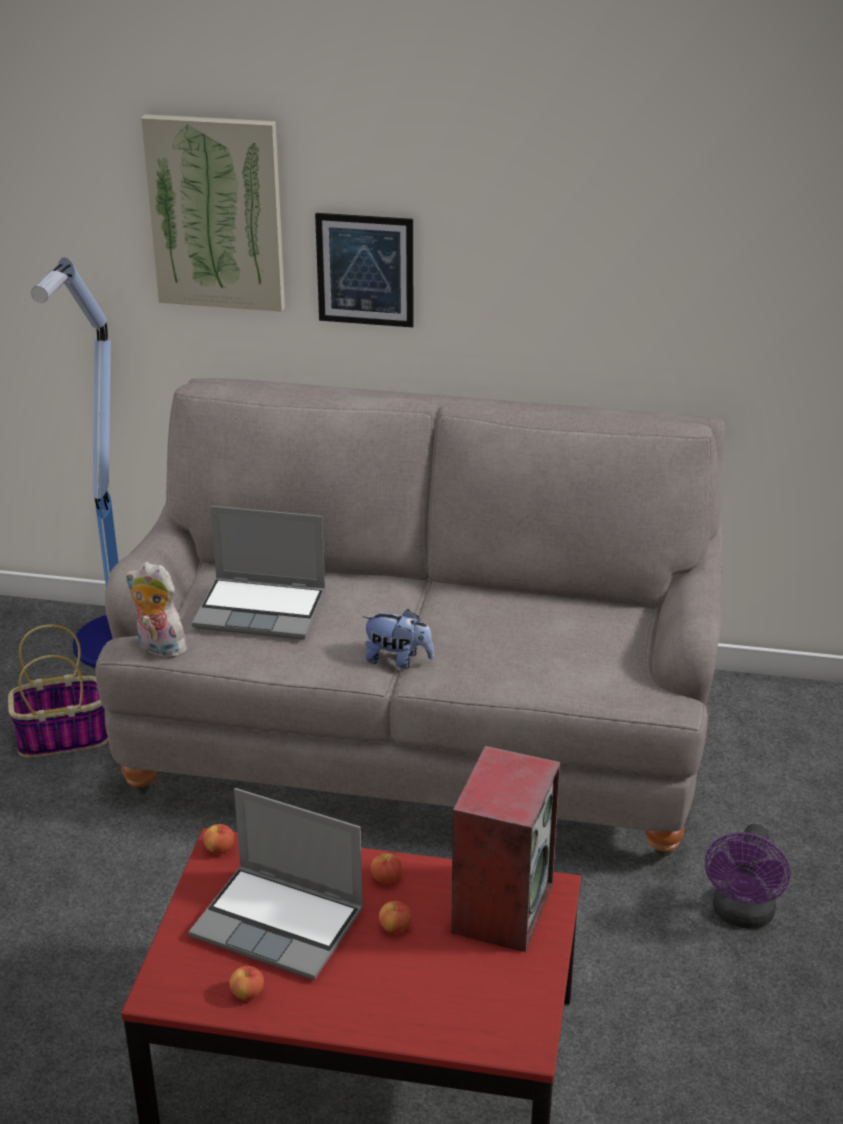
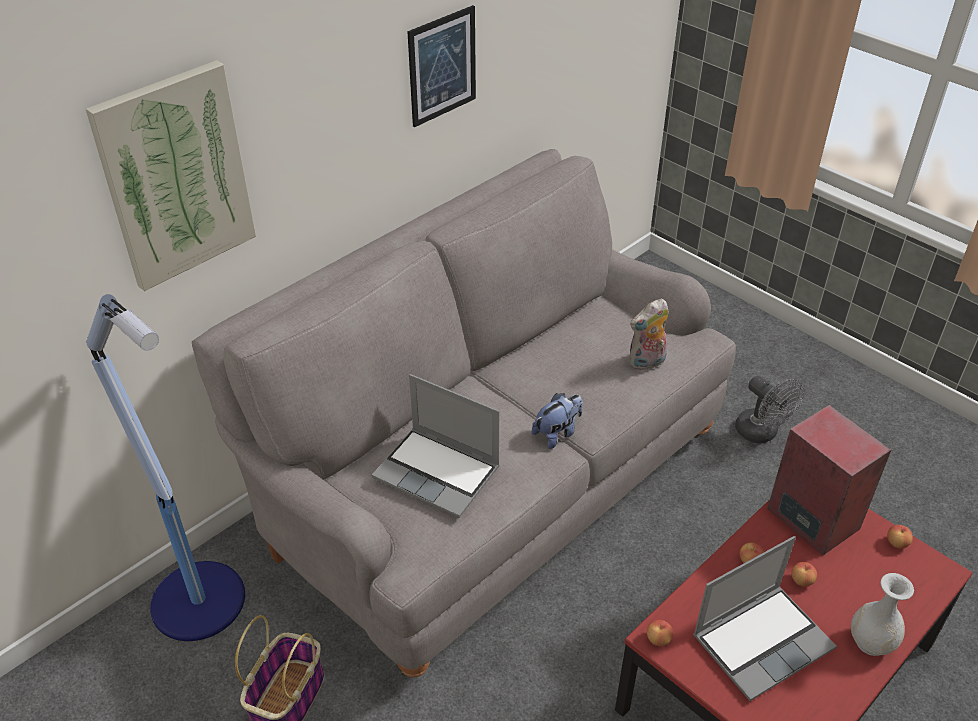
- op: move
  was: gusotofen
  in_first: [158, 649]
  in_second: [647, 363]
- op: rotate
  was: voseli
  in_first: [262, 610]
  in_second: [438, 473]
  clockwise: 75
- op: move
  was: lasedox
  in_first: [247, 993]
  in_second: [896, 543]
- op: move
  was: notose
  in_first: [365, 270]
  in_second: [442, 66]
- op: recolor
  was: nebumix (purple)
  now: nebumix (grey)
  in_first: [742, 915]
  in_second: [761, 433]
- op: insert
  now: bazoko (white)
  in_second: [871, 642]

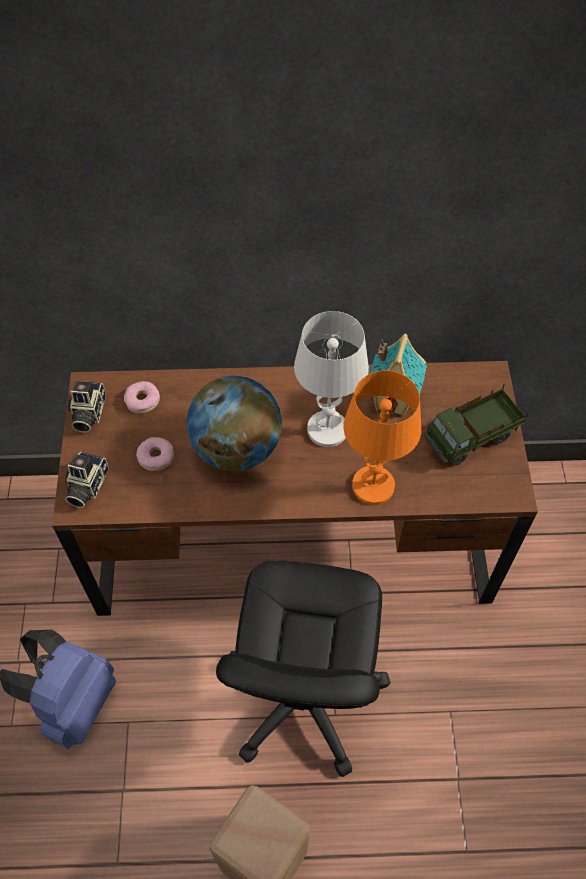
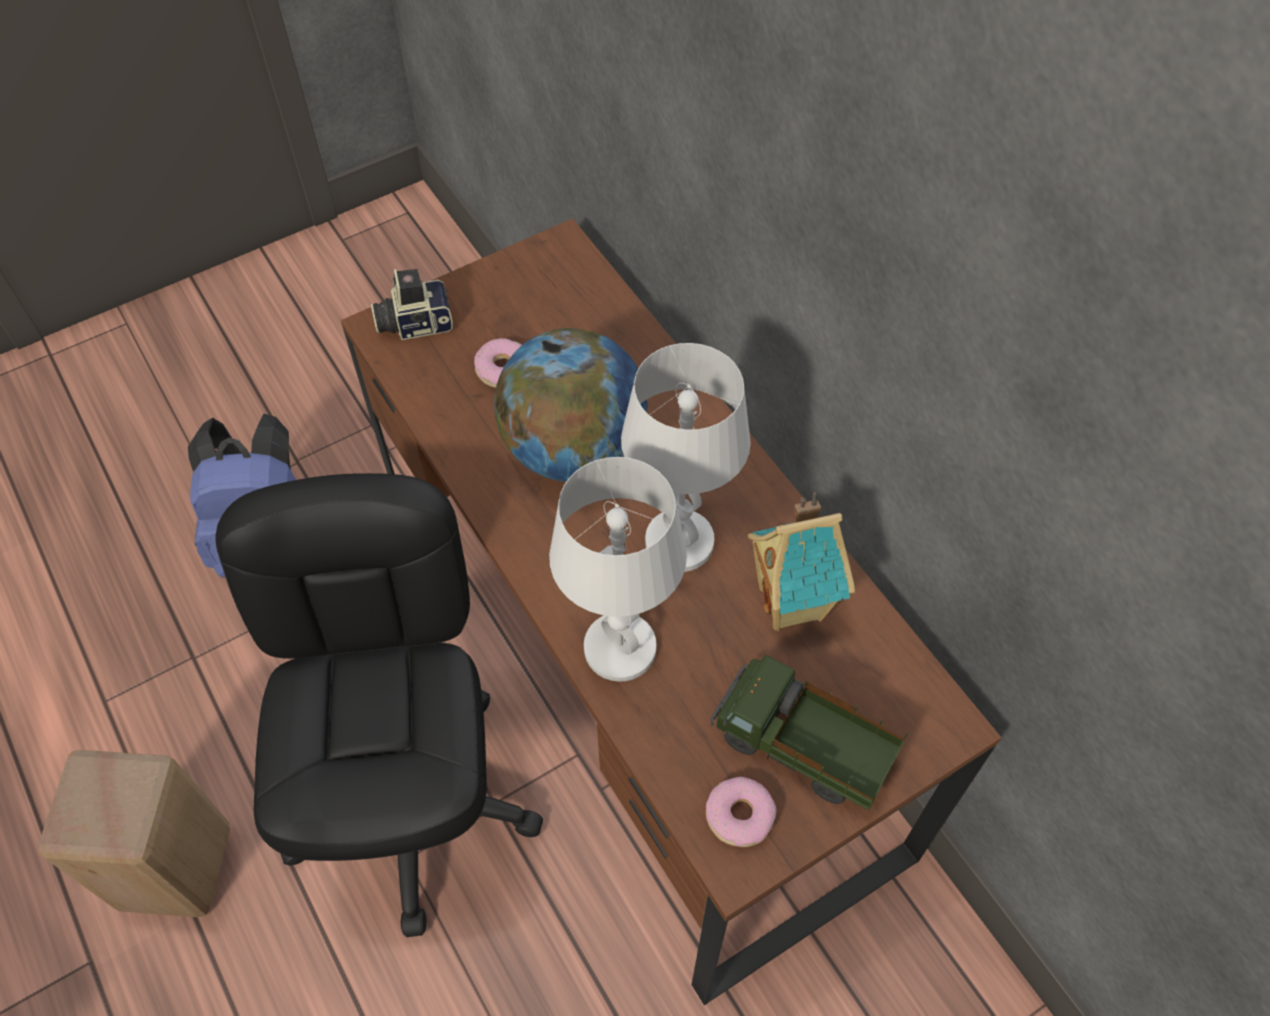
- op: delete
  was: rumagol
  in_first: [87, 413]
- op: move
  was: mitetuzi
  in_first: [142, 401]
  in_second: [739, 816]
- op: rotate
  was: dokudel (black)
  in_first: [303, 696]
  in_second: [414, 802]
  clockwise: 105
- op: recolor
  was: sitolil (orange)
  now: sitolil (white)
  in_first: [373, 486]
  in_second: [619, 648]

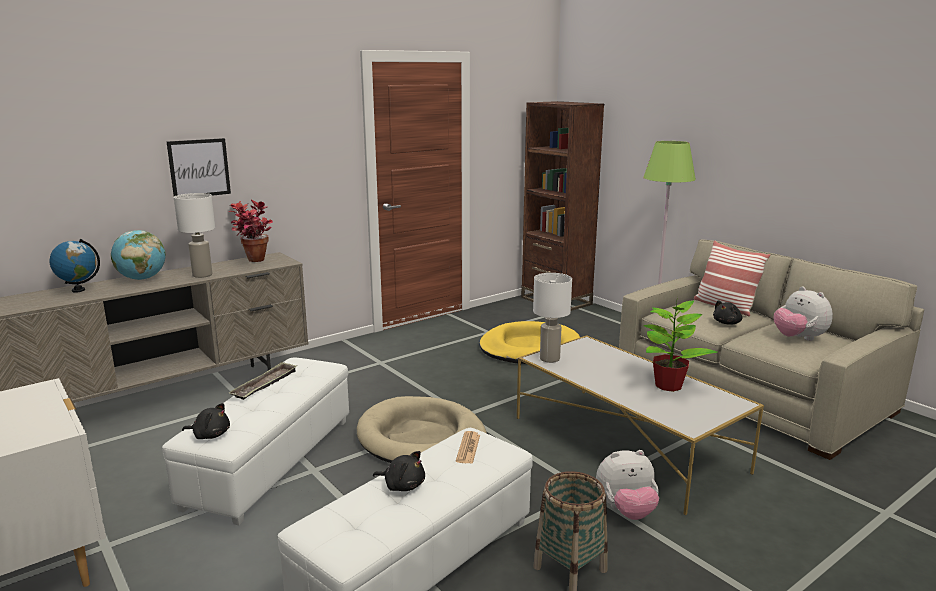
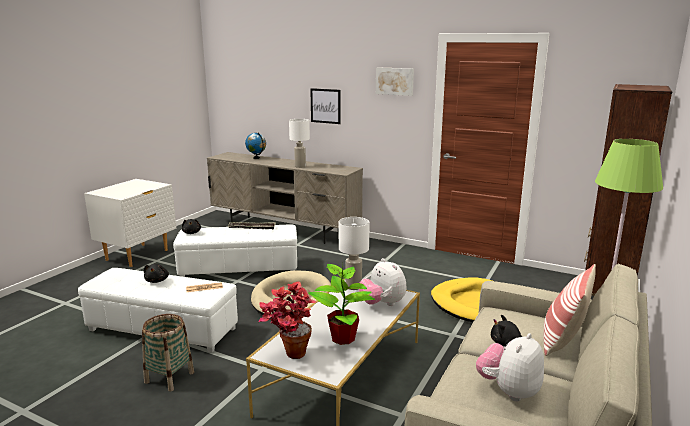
- op: delete
  was: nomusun
  in_first: [142, 279]
- op: move
  was: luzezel
  in_first: [254, 262]
  in_second: [288, 355]
- op: move
  was: gusotofen
  in_first: [626, 511]
  in_second: [382, 304]
- op: insert
  now: notose
  in_second: [395, 81]

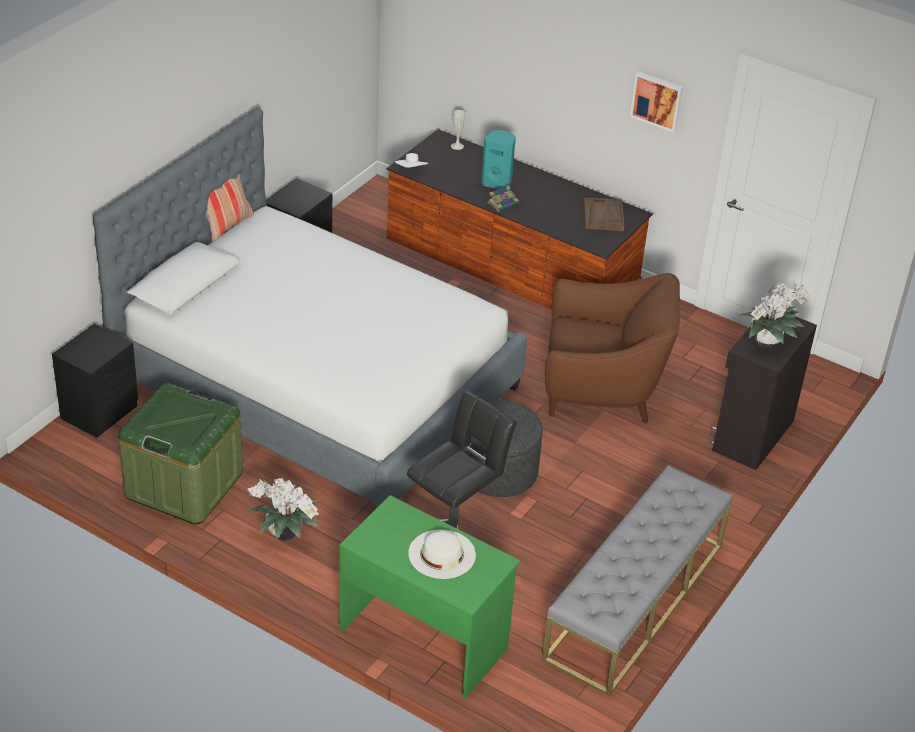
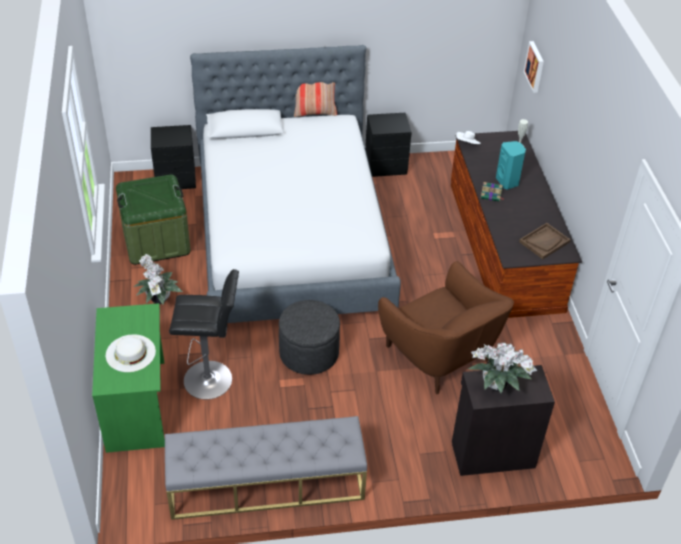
- op: move
  was: notose
  in_first: [657, 100]
  in_second: [535, 66]

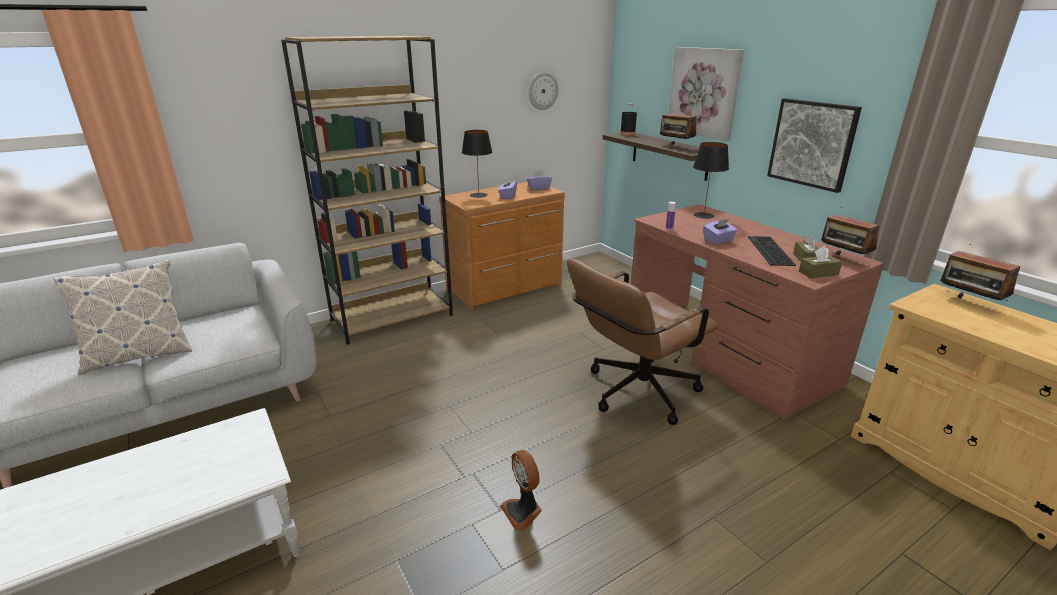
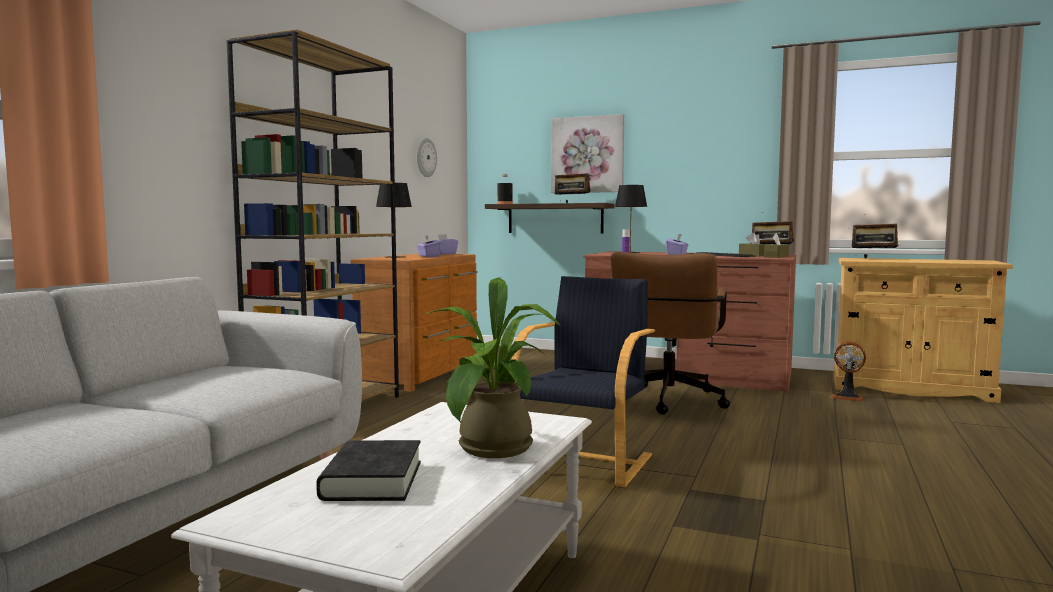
- op: delete
  was: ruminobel
  in_first: [139, 355]
- op: move
  was: nebumix
  in_first: [523, 512]
  in_second: [847, 397]
- op: delete
  was: notose
  in_first: [812, 144]
- op: insert
  now: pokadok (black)
  in_second: [372, 480]
- op: insert
  now: luzezel
  in_second: [491, 451]
- op: insert
  now: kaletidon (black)
  in_second: [584, 461]

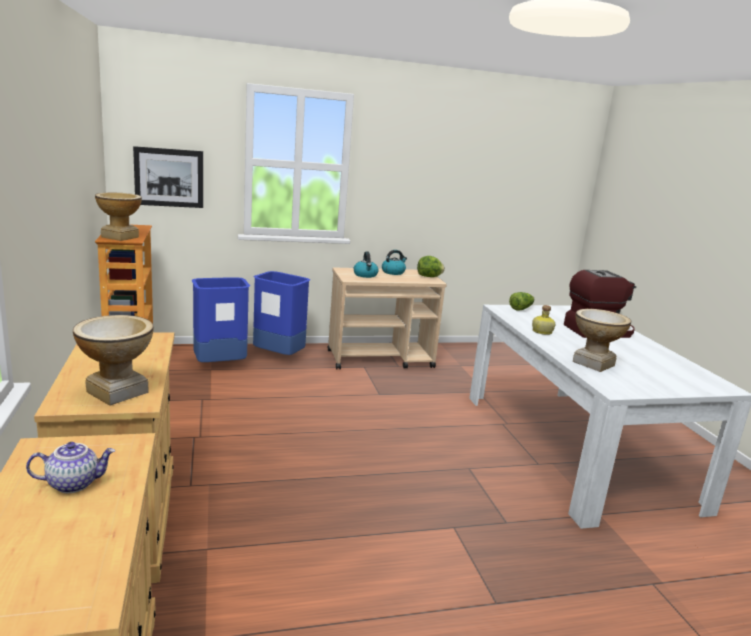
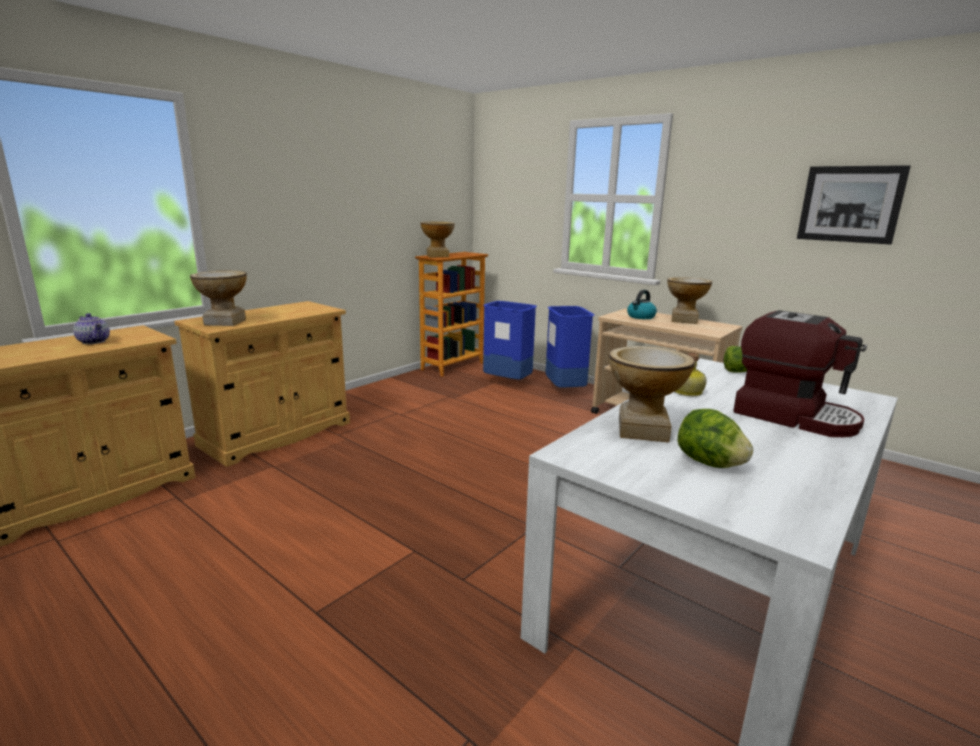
- op: move
  was: notose
  in_first: [169, 177]
  in_second: [850, 204]
- op: replace
  was: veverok
  now: bazoko
  in_first: [393, 272]
  in_second: [684, 320]
- op: move
  was: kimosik
  in_first: [429, 277]
  in_second: [709, 463]

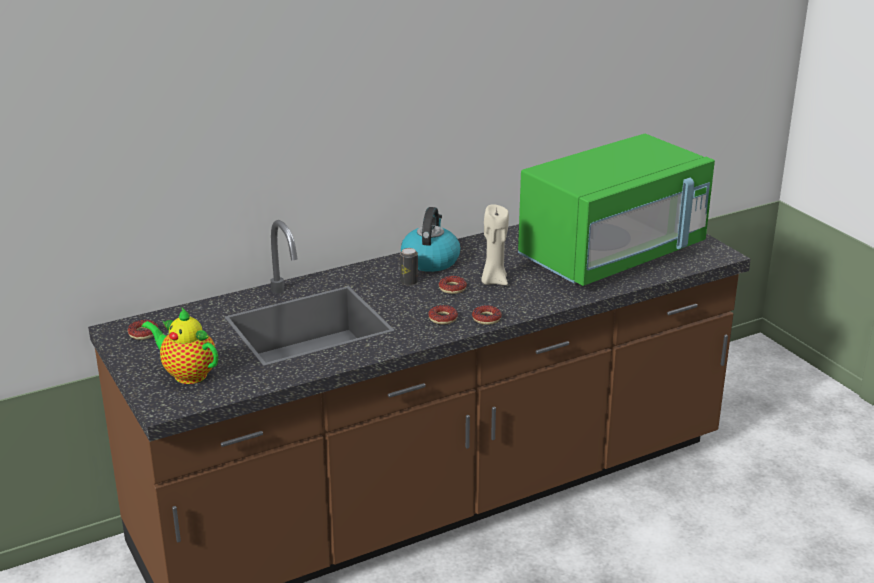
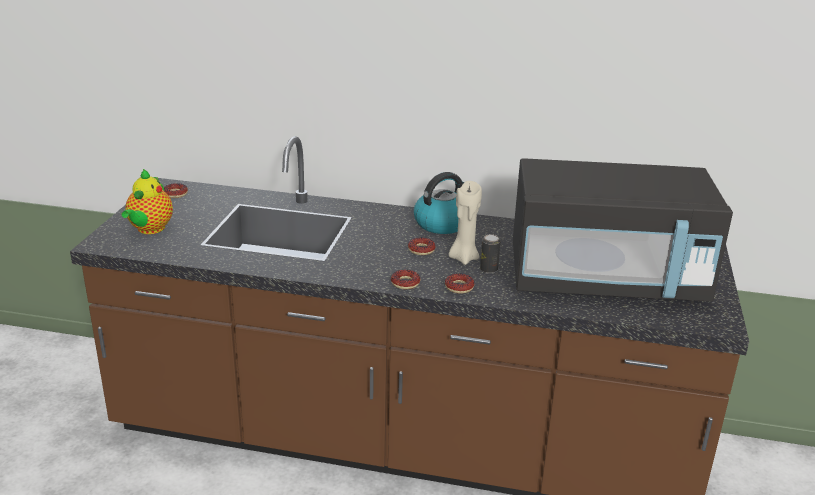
- op: rotate
  was: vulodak
  in_first: [187, 374]
  in_second: [149, 229]
  clockwise: -150
- op: move
  was: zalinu
  in_first: [409, 282]
  in_second: [488, 269]
- op: move
  was: mitetuzi
  in_first: [443, 318]
  in_second: [459, 287]
- op: recolor
  was: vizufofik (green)
  now: vizufofik (black)
  in_first: [613, 255]
  in_second: [606, 280]

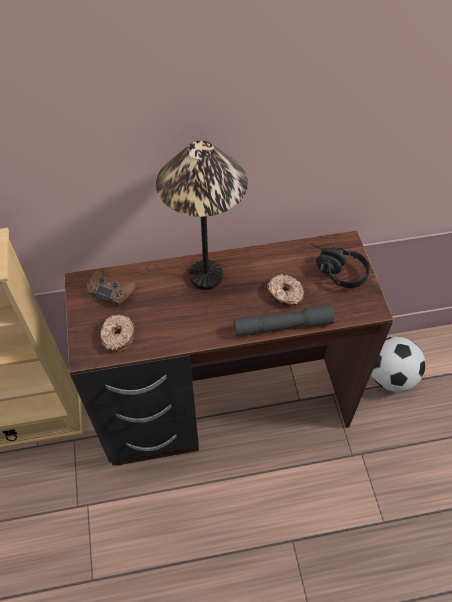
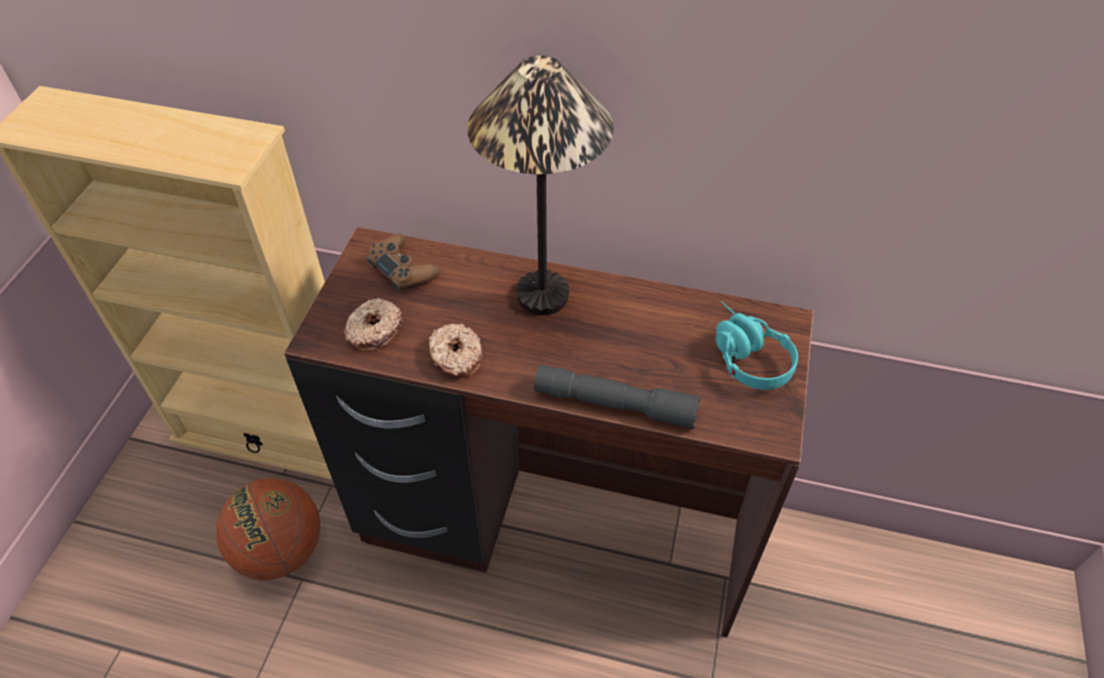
- op: move
  was: mitetuzi
  in_first: [285, 294]
  in_second: [455, 357]
- op: recolor
  was: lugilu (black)
  now: lugilu (turquoise)
  in_first: [335, 270]
  in_second: [743, 355]
- op: delete
  was: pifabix
  in_first: [390, 376]
- op: insert
  now: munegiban
  in_second: [281, 550]

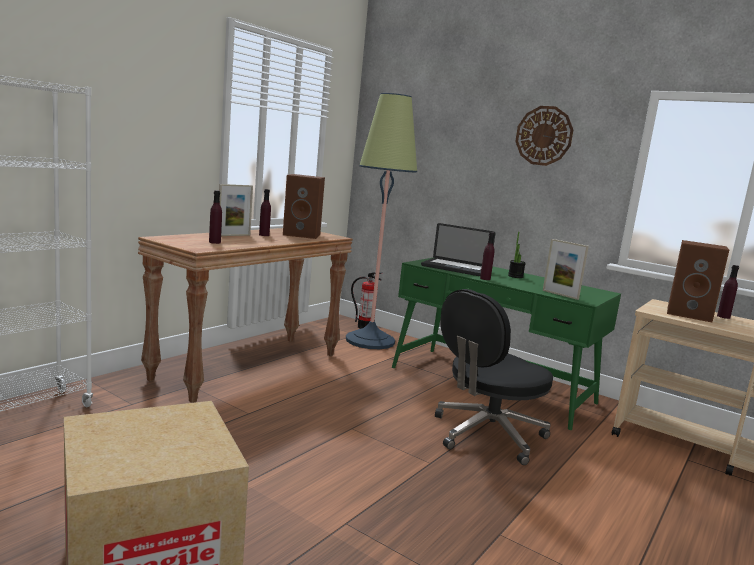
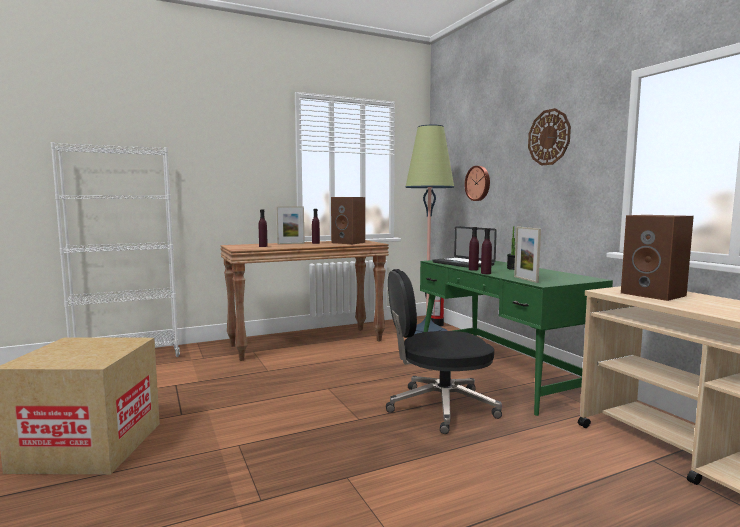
- op: move
  was: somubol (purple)
  in_first: [723, 317]
  in_second: [485, 273]
- op: insert
  now: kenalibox
  in_second: [478, 183]

